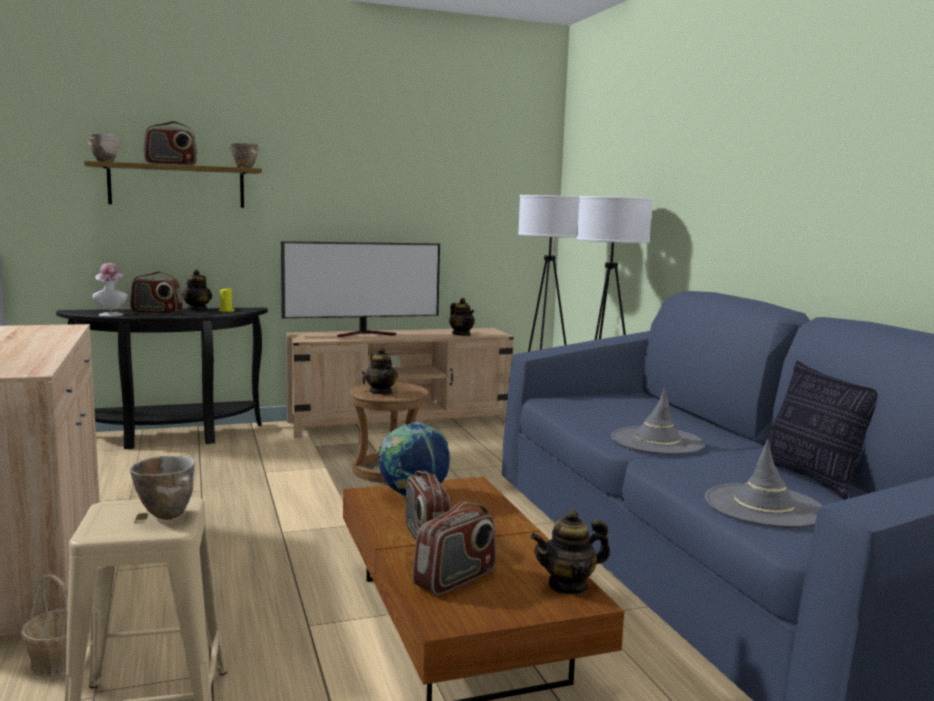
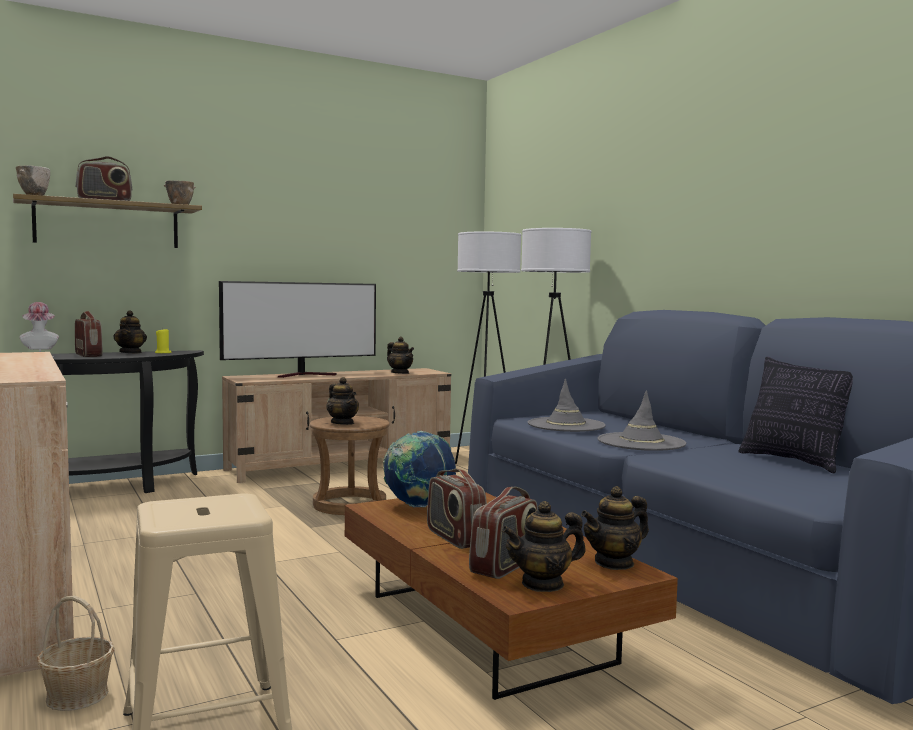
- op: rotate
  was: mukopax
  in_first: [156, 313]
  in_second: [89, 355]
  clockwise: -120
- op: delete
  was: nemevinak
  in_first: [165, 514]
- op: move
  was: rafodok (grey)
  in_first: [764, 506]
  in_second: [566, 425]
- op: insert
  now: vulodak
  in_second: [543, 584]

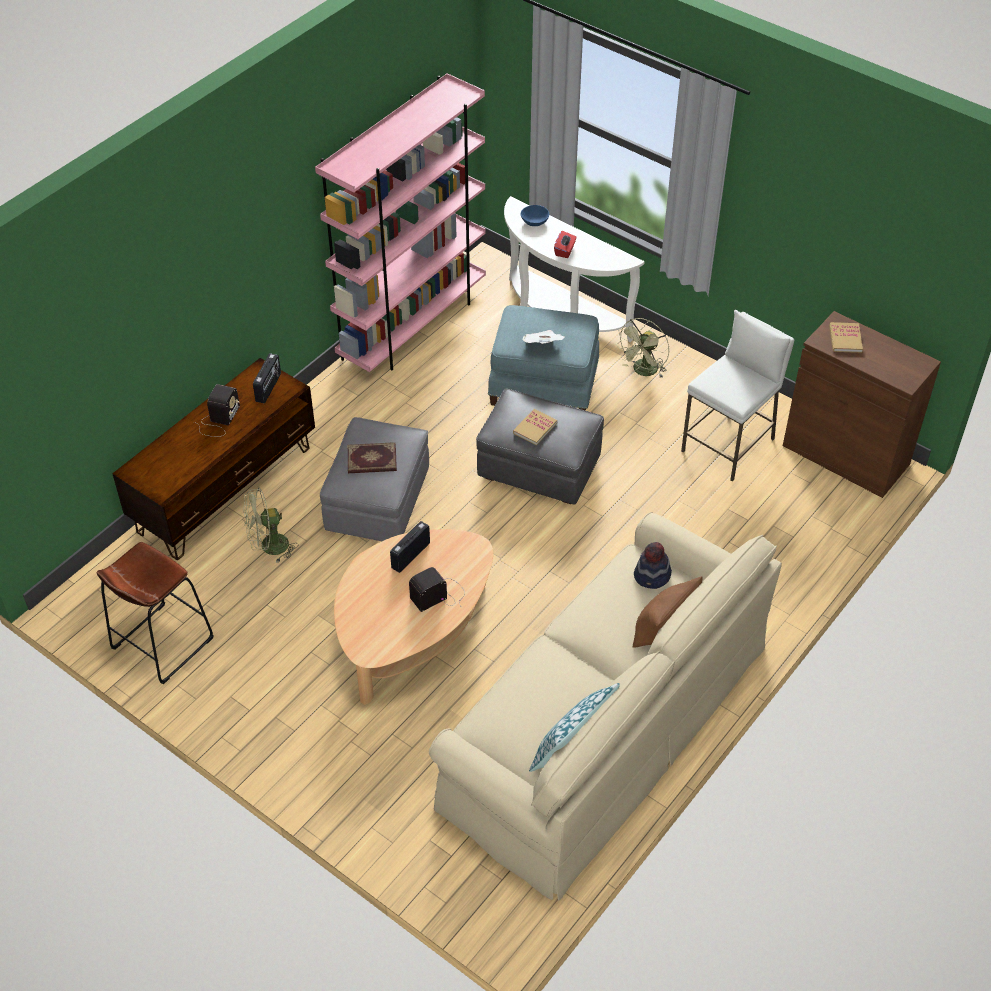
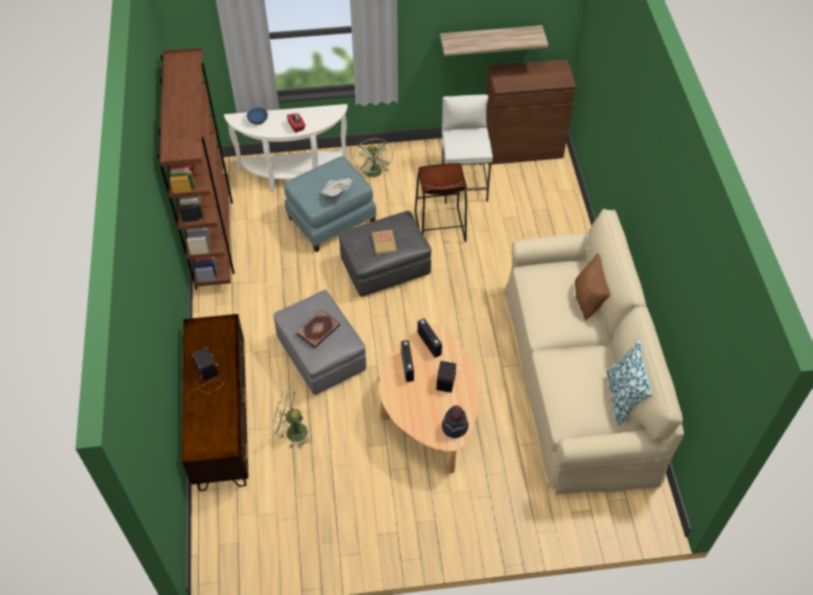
- op: move
  was: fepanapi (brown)
  in_first: [162, 643]
  in_second: [439, 227]
- op: rotate
  was: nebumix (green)
  in_first: [269, 547]
  in_second: [291, 432]
  clockwise: 75
- op: move
  was: mukopax
  in_first: [269, 388]
  in_second: [429, 343]
- op: recolor
  was: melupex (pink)
  now: melupex (brown)
  in_first: [412, 326]
  in_second: [214, 238]
- op: move
  was: rafodok
  in_first: [652, 576]
  in_second: [455, 426]
- op: delete
  was: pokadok
  in_first: [845, 339]
- op: insert
  now: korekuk
  in_second: [490, 39]

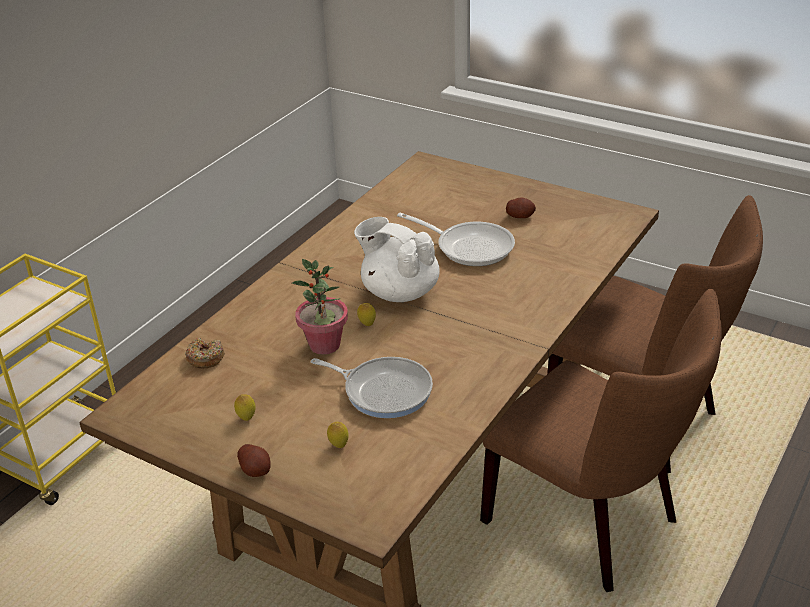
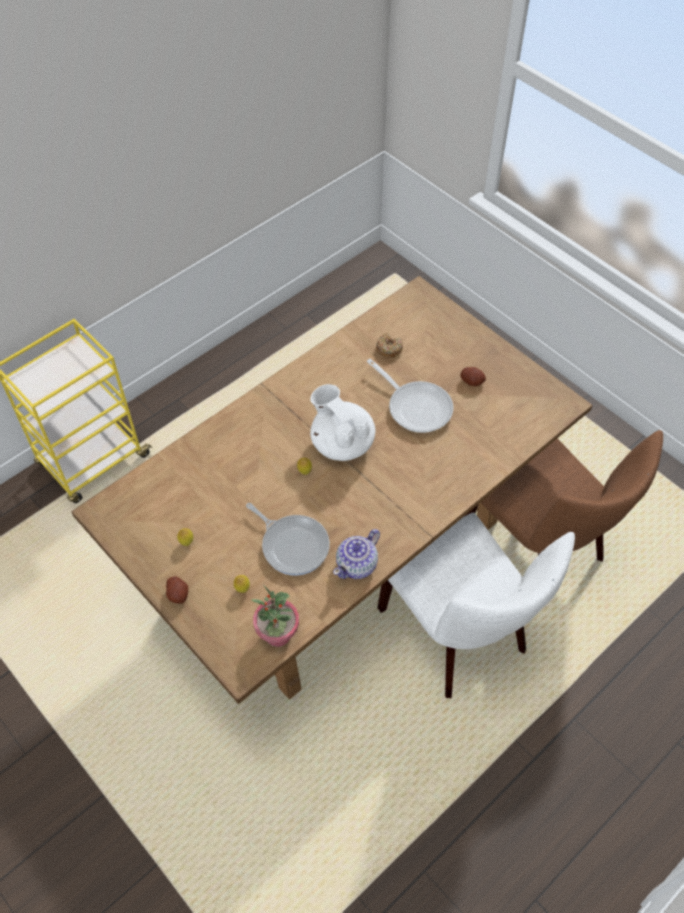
- op: move
  was: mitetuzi
  in_first: [205, 358]
  in_second: [389, 349]
- op: move
  was: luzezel
  in_first: [324, 345]
  in_second: [278, 634]
- op: recolor
  was: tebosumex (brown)
  now: tebosumex (white)
  in_first: [591, 524]
  in_second: [459, 635]
- op: insert
  now: vulodak
  in_second: [357, 565]

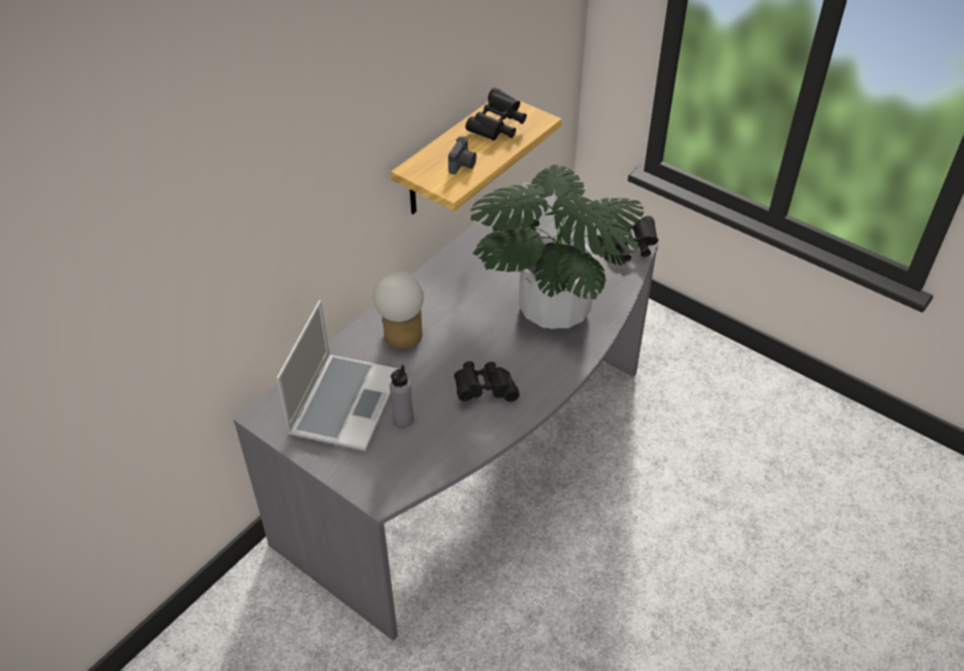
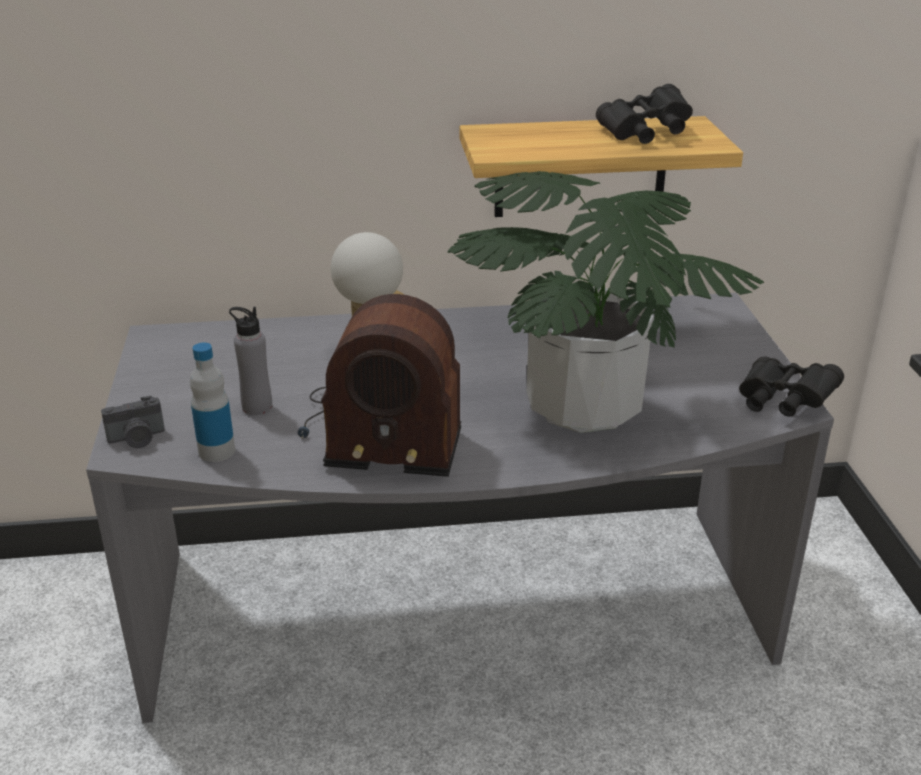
- op: delete
  was: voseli
  in_first: [344, 402]
- op: move
  was: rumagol
  in_first: [463, 165]
  in_second: [137, 439]
- op: replace
  was: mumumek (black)
  now: mukopax
  in_first: [484, 390]
  in_second: [379, 431]
- op: insert
  now: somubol
  in_second: [216, 451]

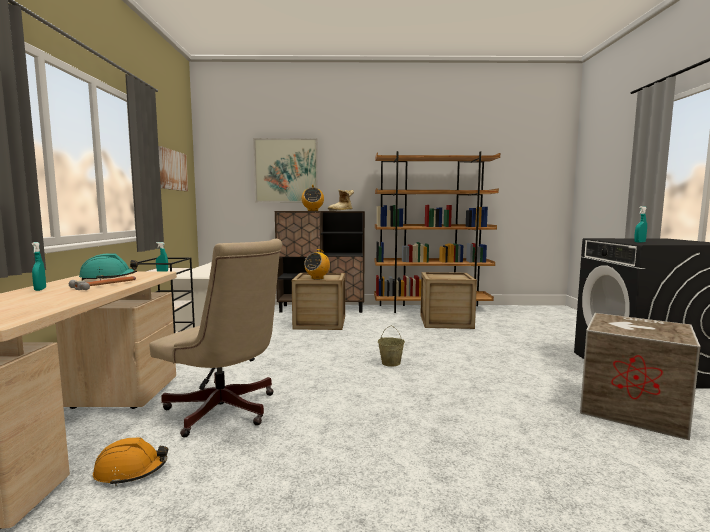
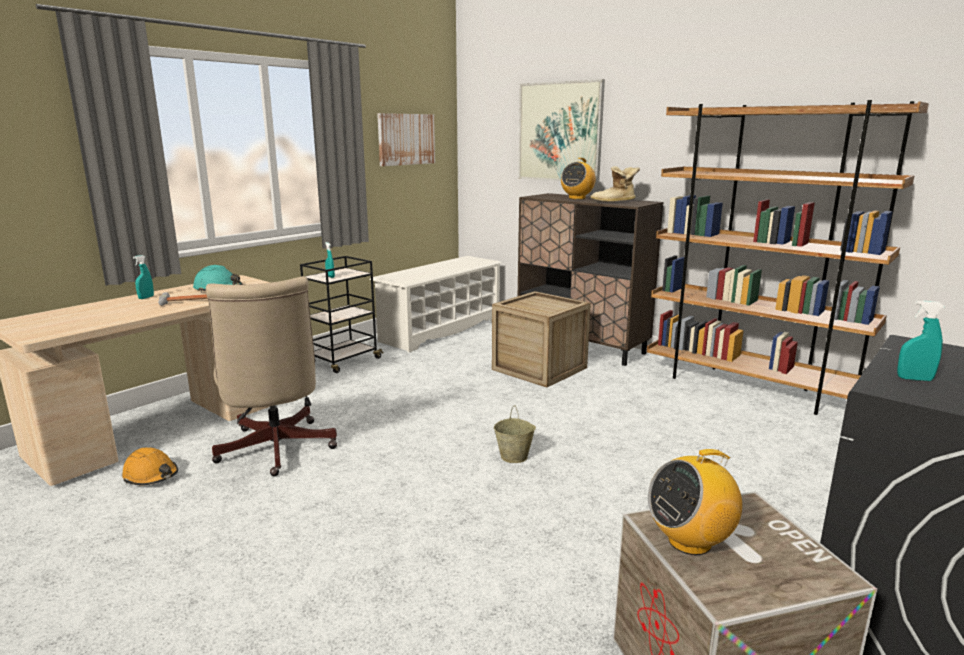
- op: move
  was: mukopax
  in_first: [317, 278]
  in_second: [690, 541]
- op: delete
  was: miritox
  in_first: [446, 322]

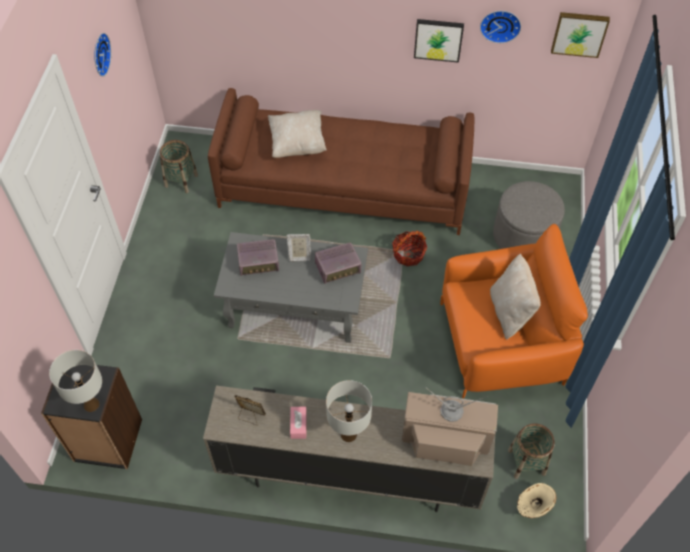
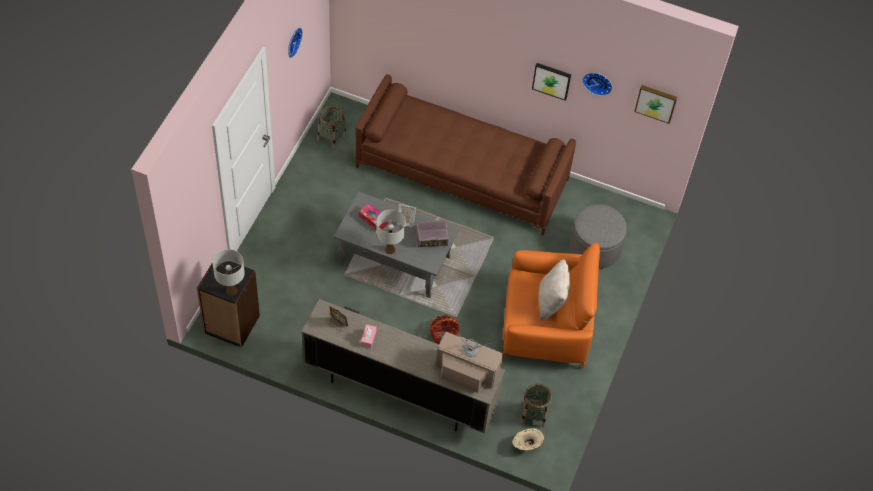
- op: replace
  was: mukopax
  now: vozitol
  in_first: [259, 263]
  in_second: [373, 220]
- op: delete
  was: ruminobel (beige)
  in_first: [297, 144]
- op: move
  was: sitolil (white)
  in_first: [348, 434]
  in_second: [389, 249]
- op: move
  was: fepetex
  in_first: [408, 254]
  in_second: [443, 334]

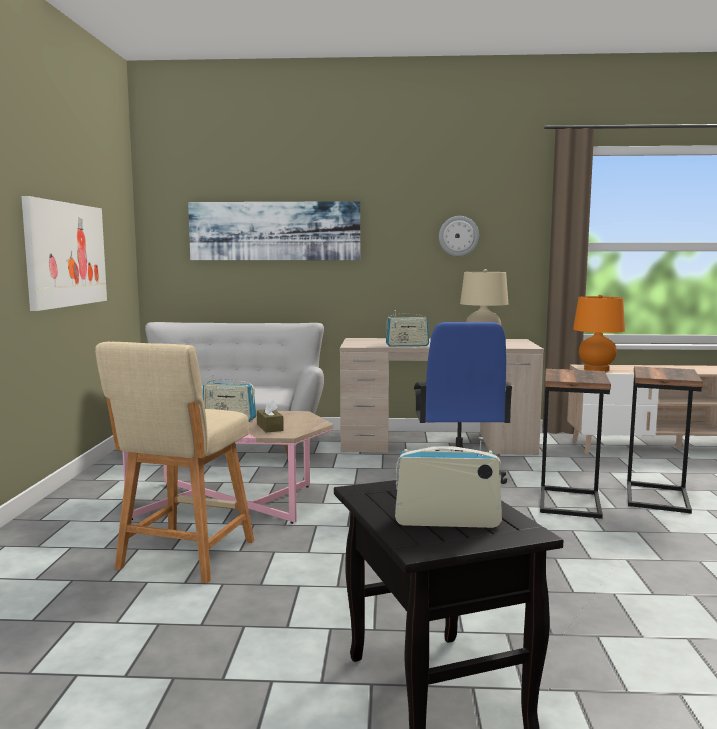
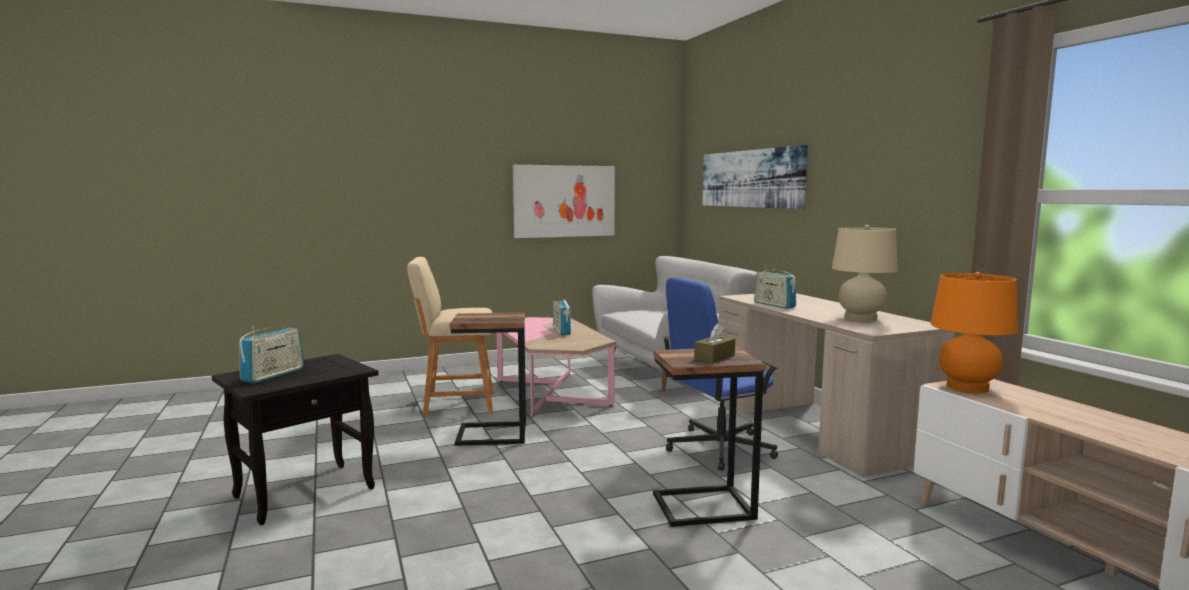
- op: move
  was: vozitol (brown)
  in_first: [270, 427]
  in_second: [714, 357]
- op: rotate
  was: mukopax
  in_first: [447, 522]
  in_second: [273, 375]
  clockwise: 45
- op: delete
  was: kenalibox
  in_first: [458, 236]
- op: move
  was: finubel
  in_first: [658, 497]
  in_second: [492, 435]

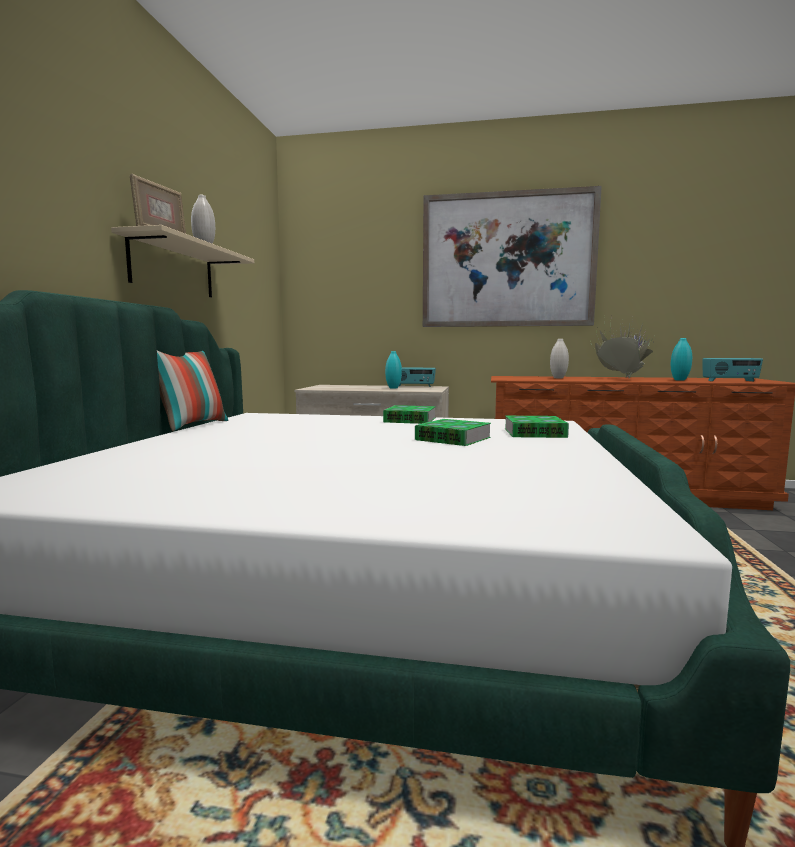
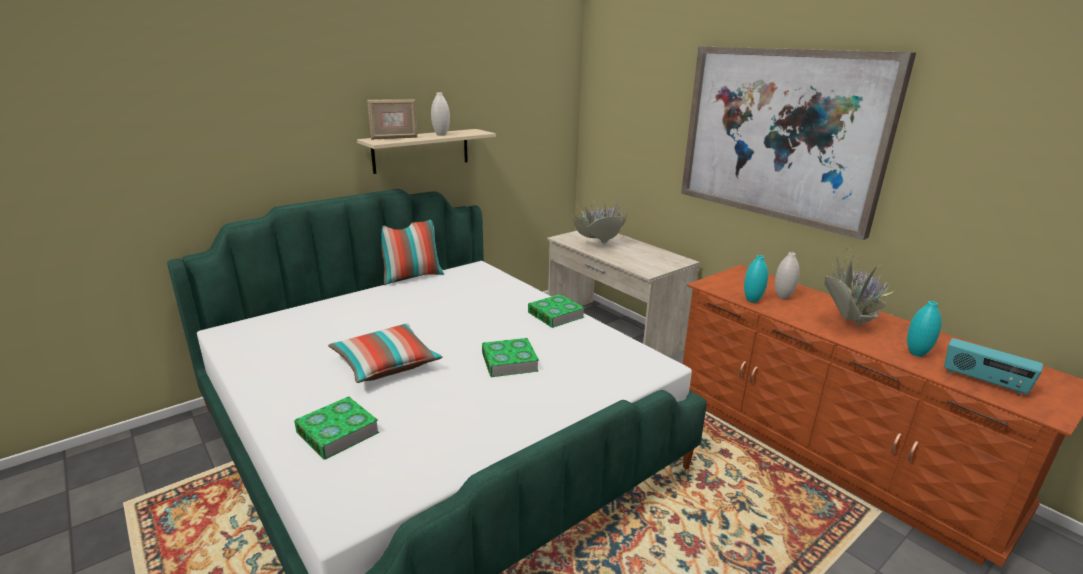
- op: move
  was: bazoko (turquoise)
  in_first: [393, 388]
  in_second: [752, 300]
- op: delete
  was: mukopax
  in_first: [414, 386]
- op: move
  was: pokadok
  in_first: [534, 433]
  in_second: [337, 432]
- op: insert
  now: ruminobel
  in_second: [386, 364]
- op: insert
  now: luzezel
  in_second: [599, 245]

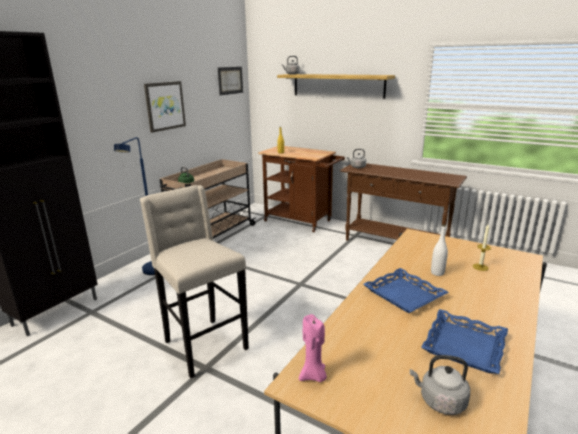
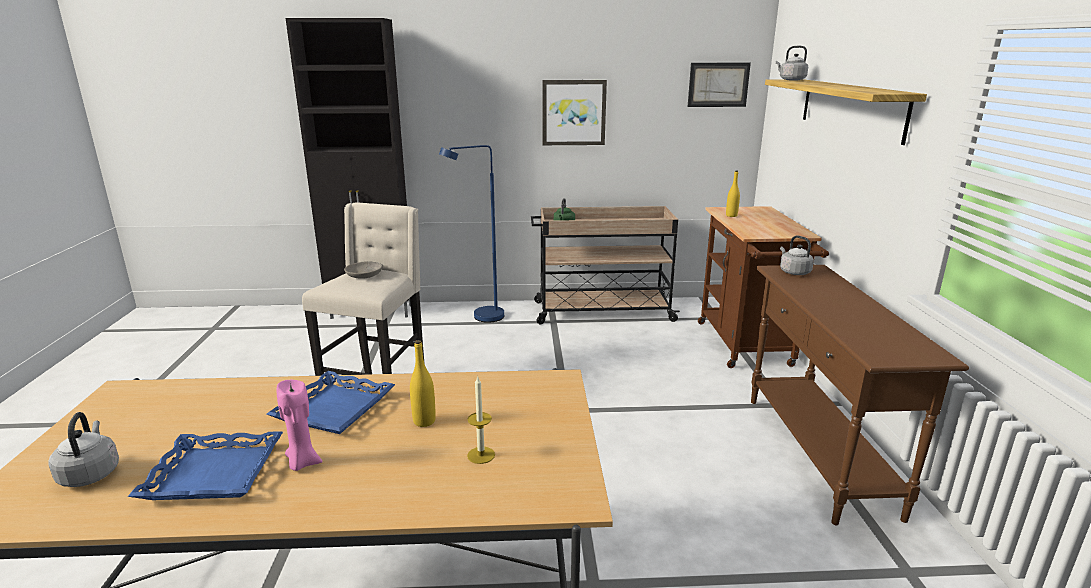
- op: move
  was: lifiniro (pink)
  in_first: [313, 376]
  in_second: [302, 462]
- op: recolor
  was: somubol (white)
  now: somubol (yellow)
  in_first: [437, 273]
  in_second: [424, 421]
- op: insert
  now: nemevinak (grey)
  in_second: [365, 275]

